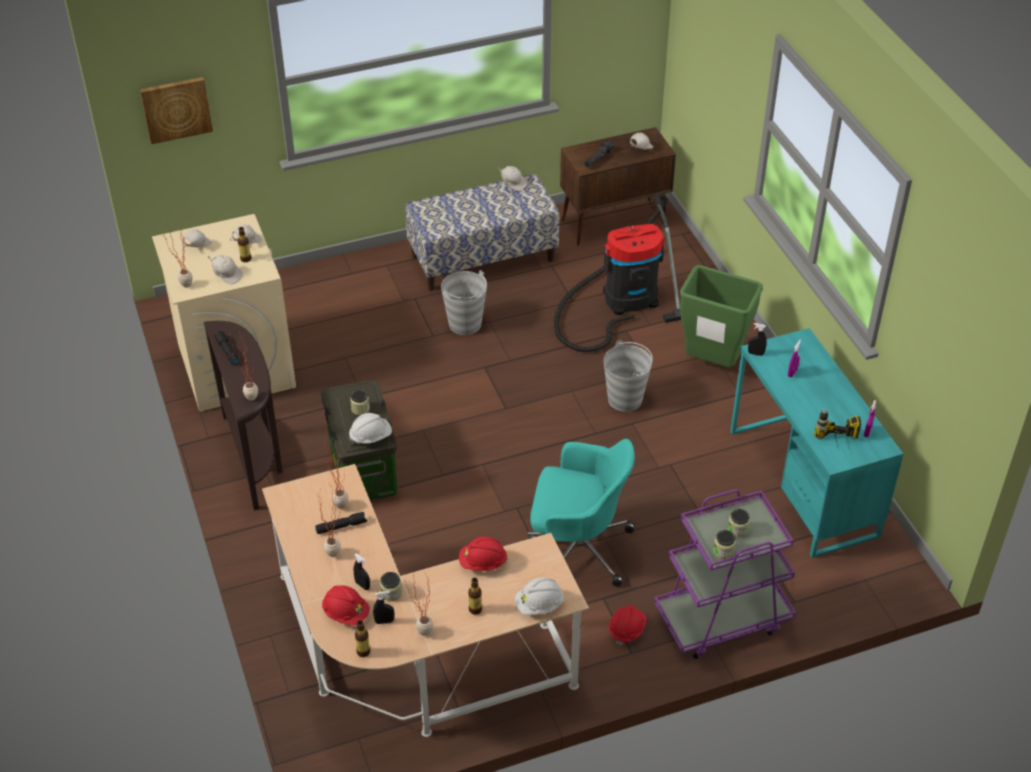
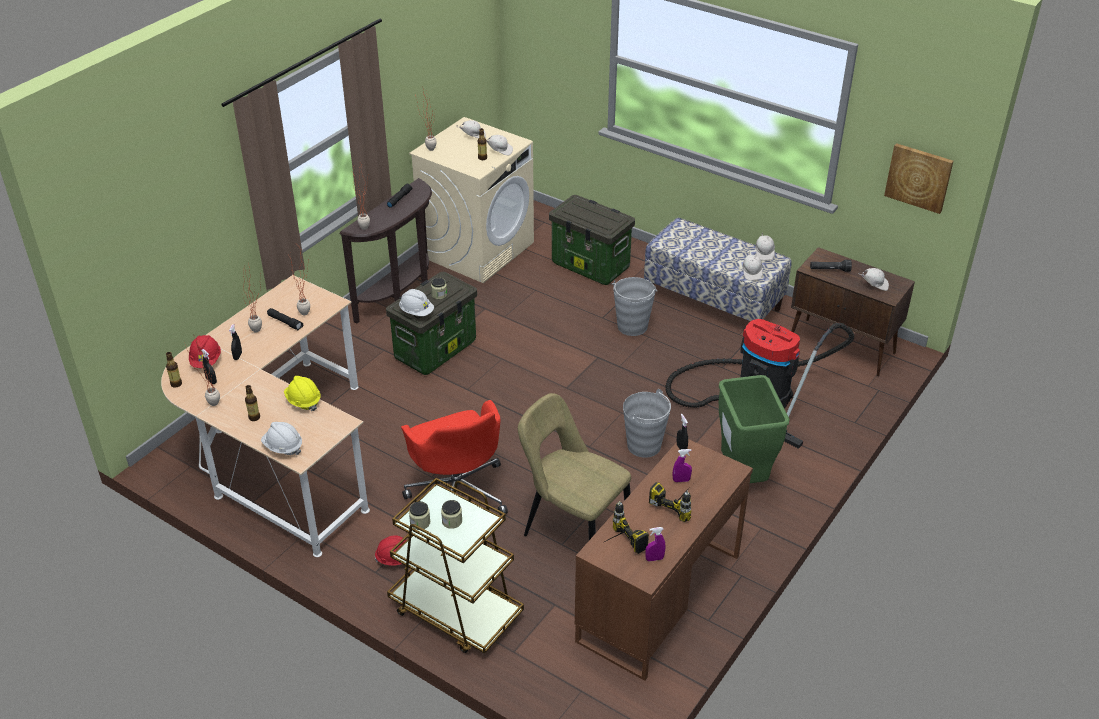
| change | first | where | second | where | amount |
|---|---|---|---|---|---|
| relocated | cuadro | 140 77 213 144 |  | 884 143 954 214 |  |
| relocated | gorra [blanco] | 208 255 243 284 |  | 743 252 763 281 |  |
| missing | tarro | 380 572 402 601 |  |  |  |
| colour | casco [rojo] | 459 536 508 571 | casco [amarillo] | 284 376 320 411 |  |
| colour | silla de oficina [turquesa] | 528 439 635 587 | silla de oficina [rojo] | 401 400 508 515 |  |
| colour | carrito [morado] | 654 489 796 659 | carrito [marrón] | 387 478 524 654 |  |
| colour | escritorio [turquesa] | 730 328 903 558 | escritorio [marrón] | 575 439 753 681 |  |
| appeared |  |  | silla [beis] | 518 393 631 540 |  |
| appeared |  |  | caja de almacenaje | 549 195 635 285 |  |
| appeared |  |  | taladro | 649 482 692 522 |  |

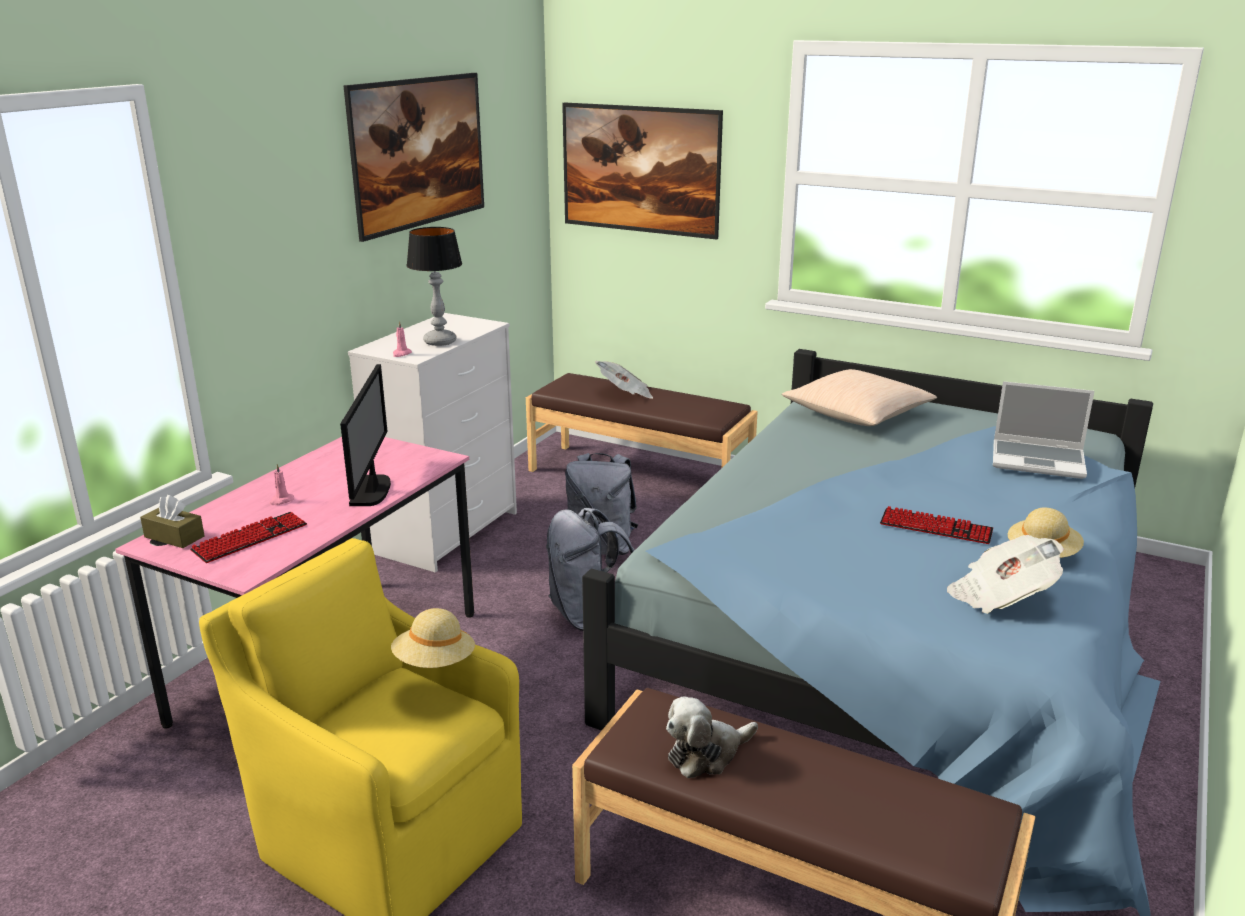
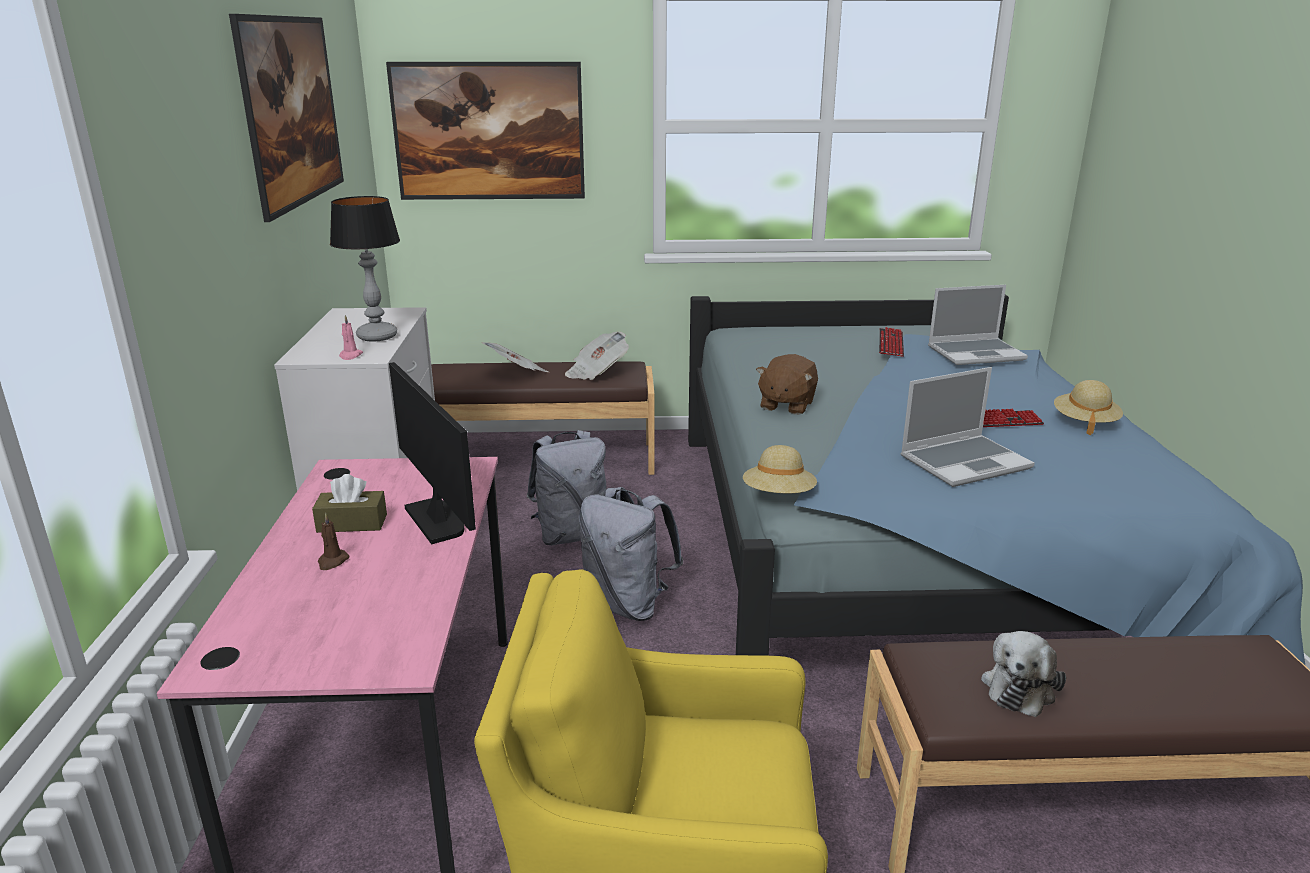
| change | first | where | second | where | amount |
|---|---|---|---|---|---|
| relocated | caja de pañuelos [marrón] | 140 495 205 548 |  | 312 474 387 533 |  |
| relocated | teclado | 190 512 307 563 |  | 879 327 904 357 |  |
| colour | vela [rosa] | 269 464 294 505 | vela [marrón] | 318 513 349 570 |  |
| relocated | sombrero [beis] | 391 608 475 668 |  | 743 445 817 493 |  |
| missing | cojín [beis] | 781 369 937 426 |  |  |  |
| relocated | periódico | 947 535 1064 614 |  | 565 332 629 380 |  |
| appeared |  |  | peluche [marrón] | 756 354 818 415 |  |
| appeared |  |  | portátil | 901 367 1035 487 |  |

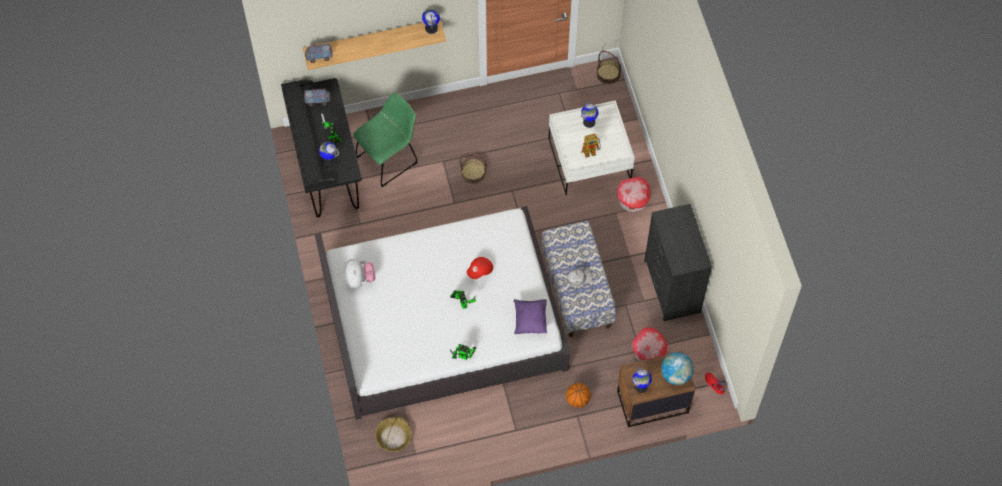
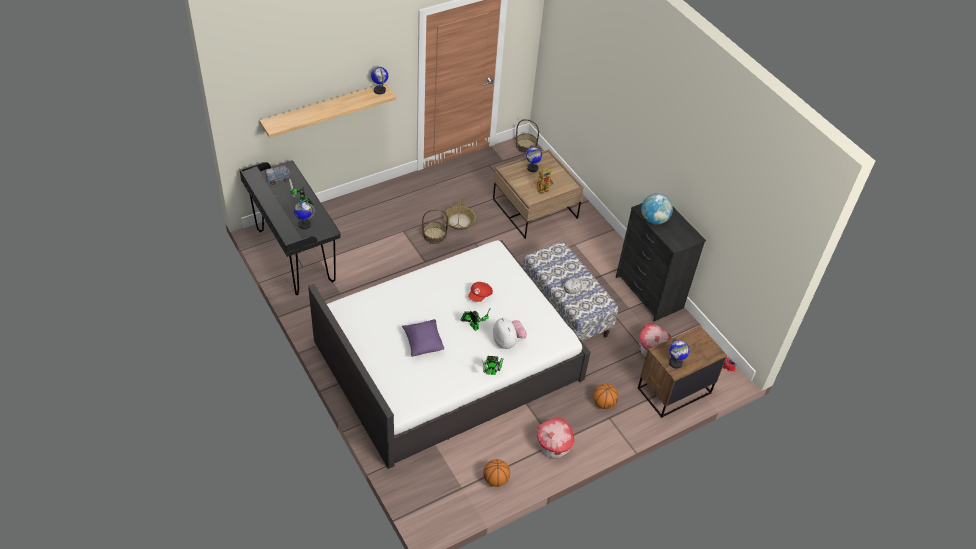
| change | first | where | second | where | amount |
|---|---|---|---|---|---|
| missing | camión de juguete | 305 44 333 63 |  |  |  |
| relocated | peluche | 344 259 375 289 |  | 493 318 527 349 |  |
| missing | silla [verde] | 353 93 418 187 |  |  |  |
| relocated | cesta | 375 416 412 452 |  | 444 198 476 230 |  |
| relocated | cojín [morado] | 514 299 547 334 |  | 402 319 444 357 |  |
| colour | mesa de centro [blanco] | 548 100 635 195 | mesa de centro [marrón] | 493 149 584 239 |  |
| relocated | casita | 617 177 651 212 |  | 537 417 575 458 |  |
| relocated | globo terráqueo | 661 352 694 385 |  | 641 193 673 225 |  |
| appeared |  |  | balón de baloncesto | 483 459 510 487 |  |

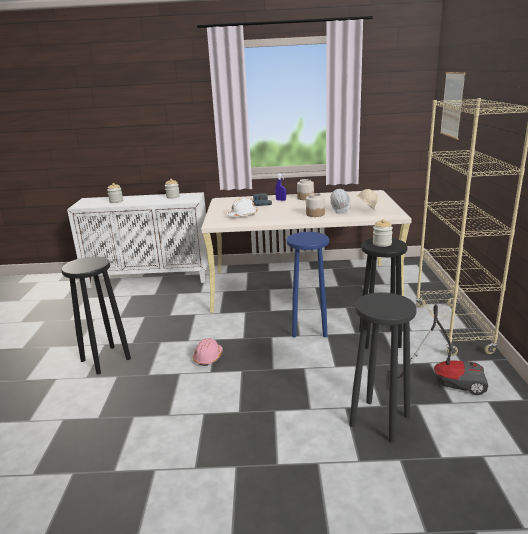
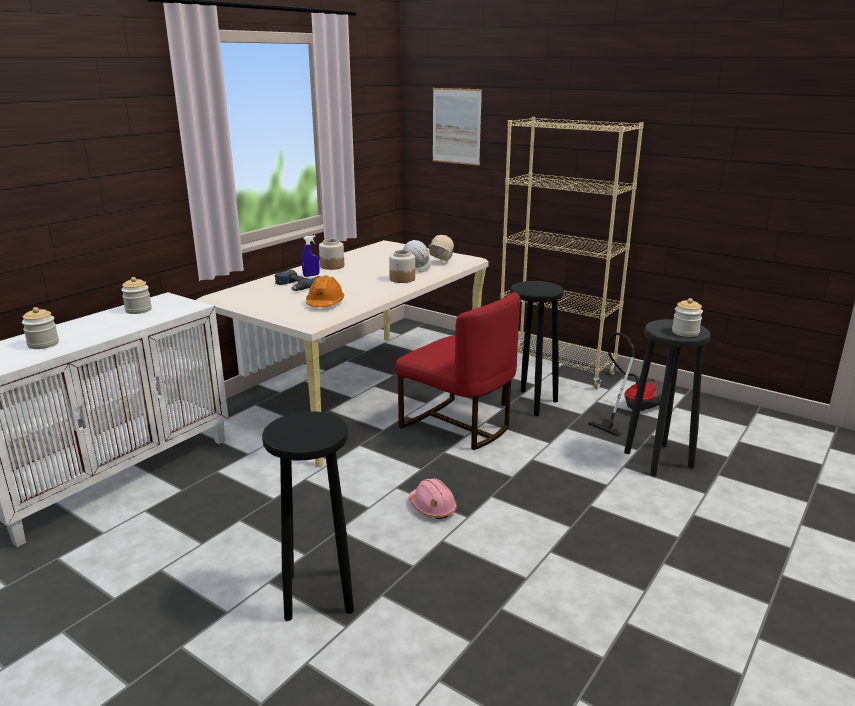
| change | first | where | second | where | amount |
|---|---|---|---|---|---|
| colour | casco [blanco] | 227 198 258 217 | casco [naranja] | 306 275 344 307 |  |
| exchanged | taburete [azul] | 286 232 329 338 | silla [rojo] | 395 292 520 450 |  |
| relocated | tarro | 373 219 393 247 |  | 672 298 703 337 |  |

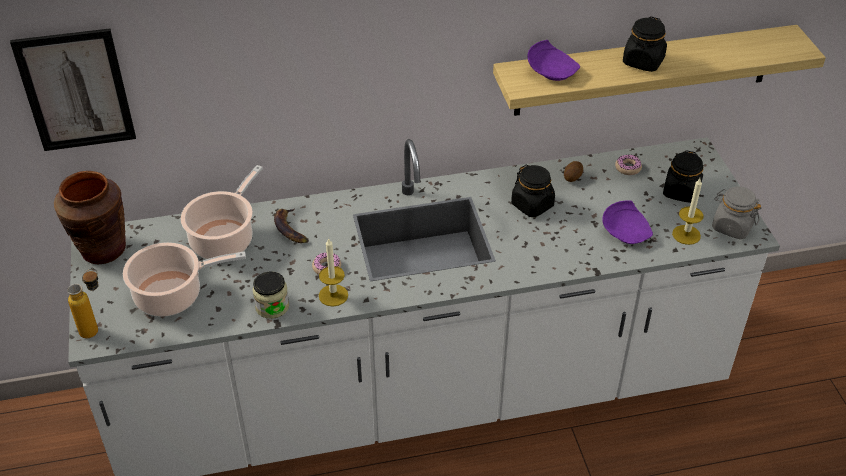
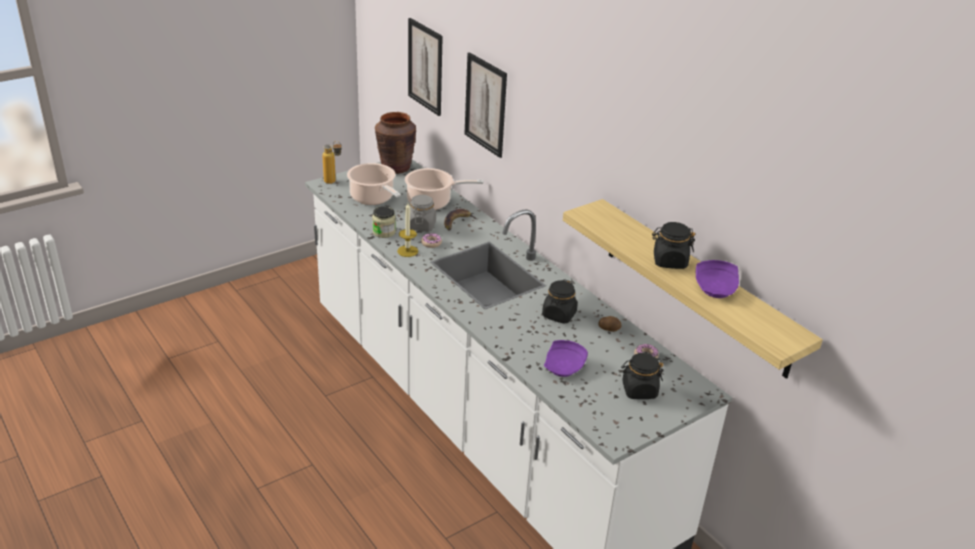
| change | first | where | second | where | amount |
|---|---|---|---|---|---|
| relocated | plato [morado] | 527 40 580 81 |  | 696 260 739 298 |  |
| missing | vela | 672 178 704 245 |  |  |  |
| relocated | tarro [gris] | 712 186 761 239 |  | 410 195 436 231 |  |
| appeared |  |  | cuadro | 465 52 507 158 |  |

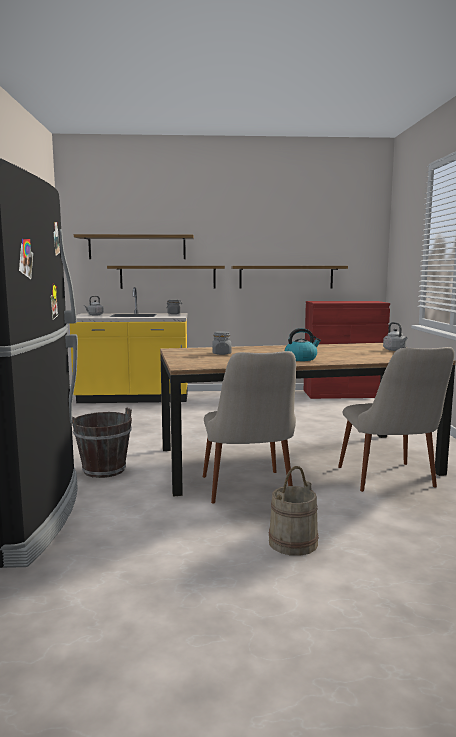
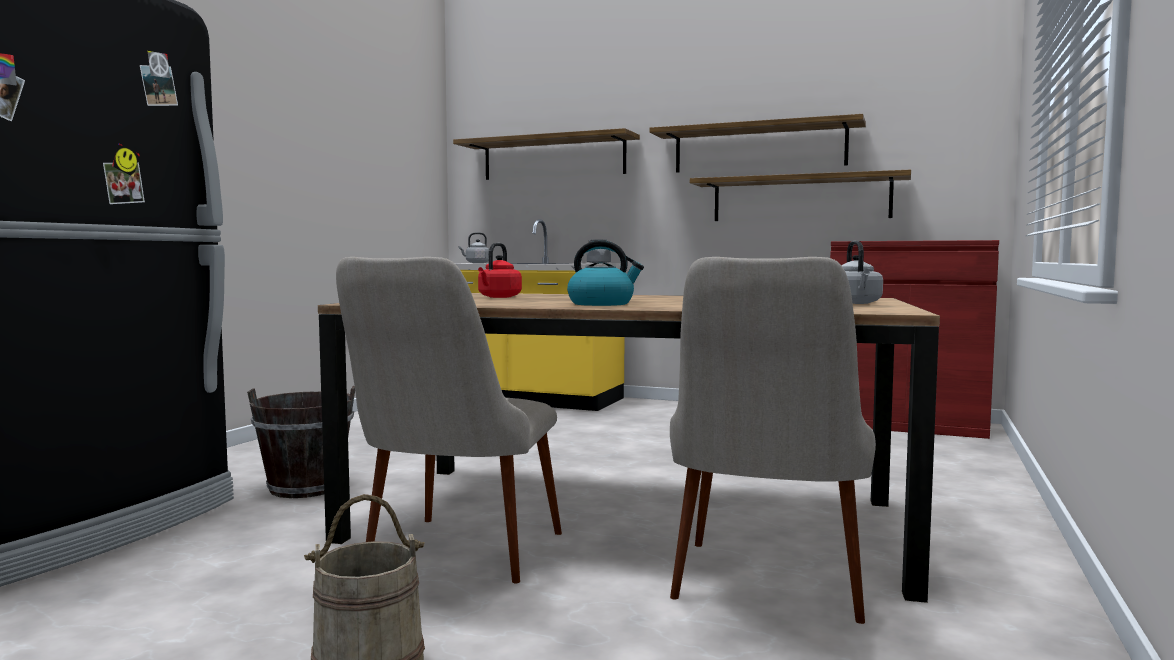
| change | first | where | second | where | amount |
|---|---|---|---|---|---|
| relocated | estante | 107 266 225 289 |  | 649 114 866 172 |  |
| exchanged | tarro [gris] | 212 331 231 355 | hervidor [rojo] | 478 243 522 298 |  |

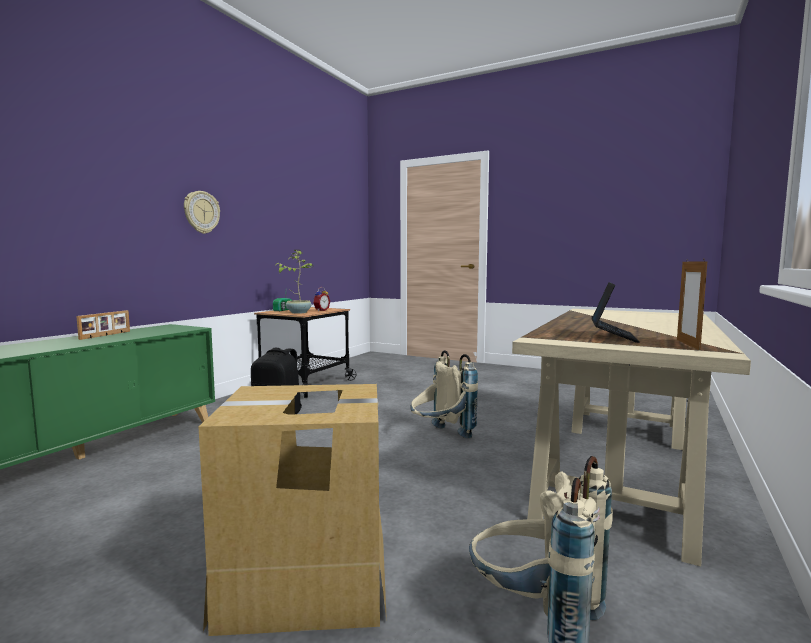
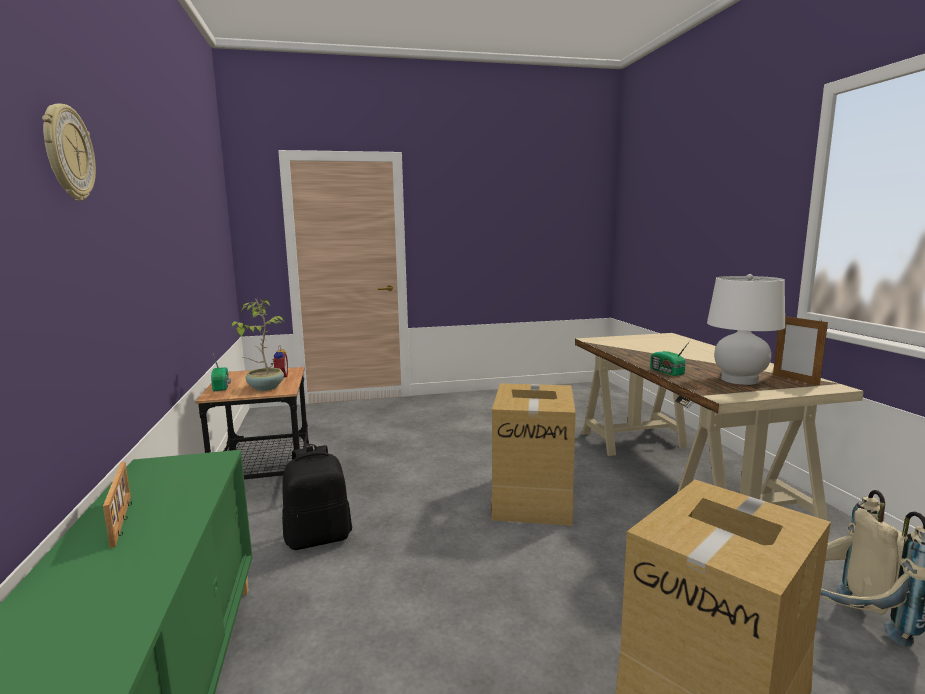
| change | first | where | second | where | amount |
|---|---|---|---|---|---|
| relocated | reloj de pared | 184 191 220 234 |  | 42 104 96 201 |  |
| exchanged | mochila [beis] | 411 350 478 438 | caja de cartón | 490 383 576 526 |  |
| exchanged | portátil | 591 282 640 343 | lámpara de mesa [blanco] | 707 274 785 385 |  |
| appeared |  |  | radio | 650 341 690 376 |  |

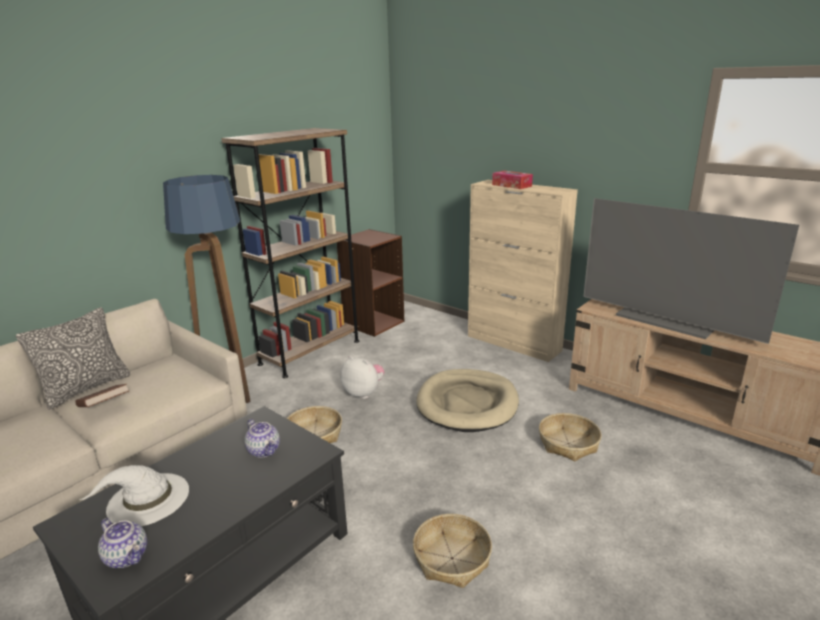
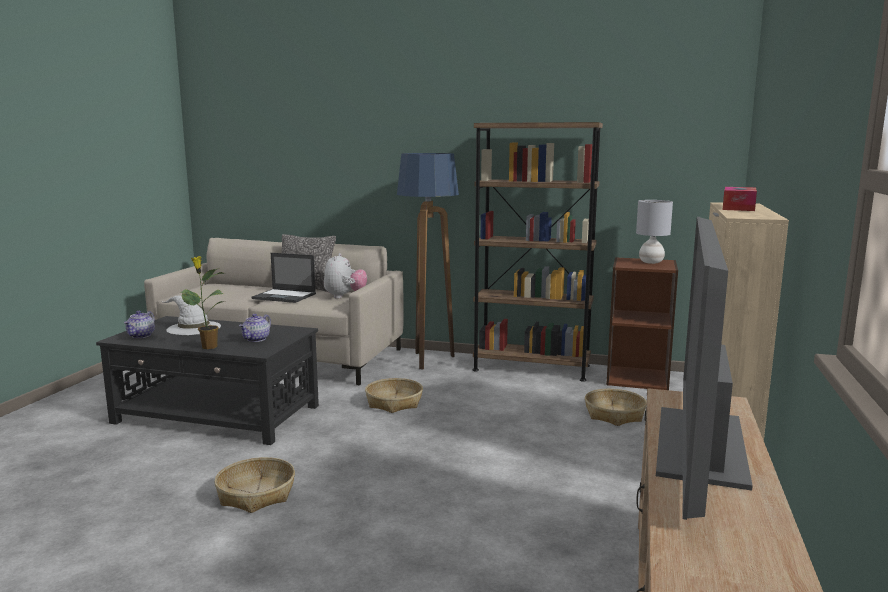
| change | first | where | second | where | amount |
|---|---|---|---|---|---|
| exchanged | libro [marrón] | 75 384 129 407 | portátil | 251 253 316 303 |  |
| relocated | peluche | 340 356 384 399 |  | 324 253 367 299 |  |
| missing | cama para perro [beis] | 416 369 519 432 |  |  |  |
| relocated | cesta | 539 413 602 461 |  | 585 389 647 426 |  |
| appeared |  |  | planta en maceta | 180 256 226 349 |  |
| appeared |  |  | lámpara de mesa [gris] | 636 200 673 264 |  |

